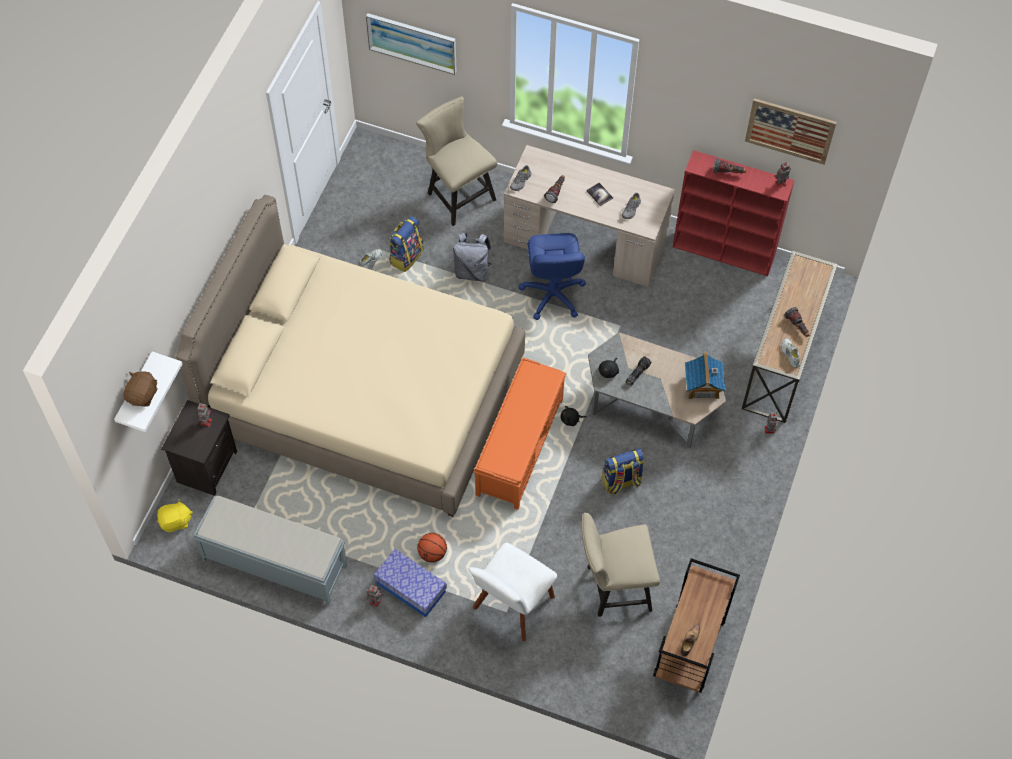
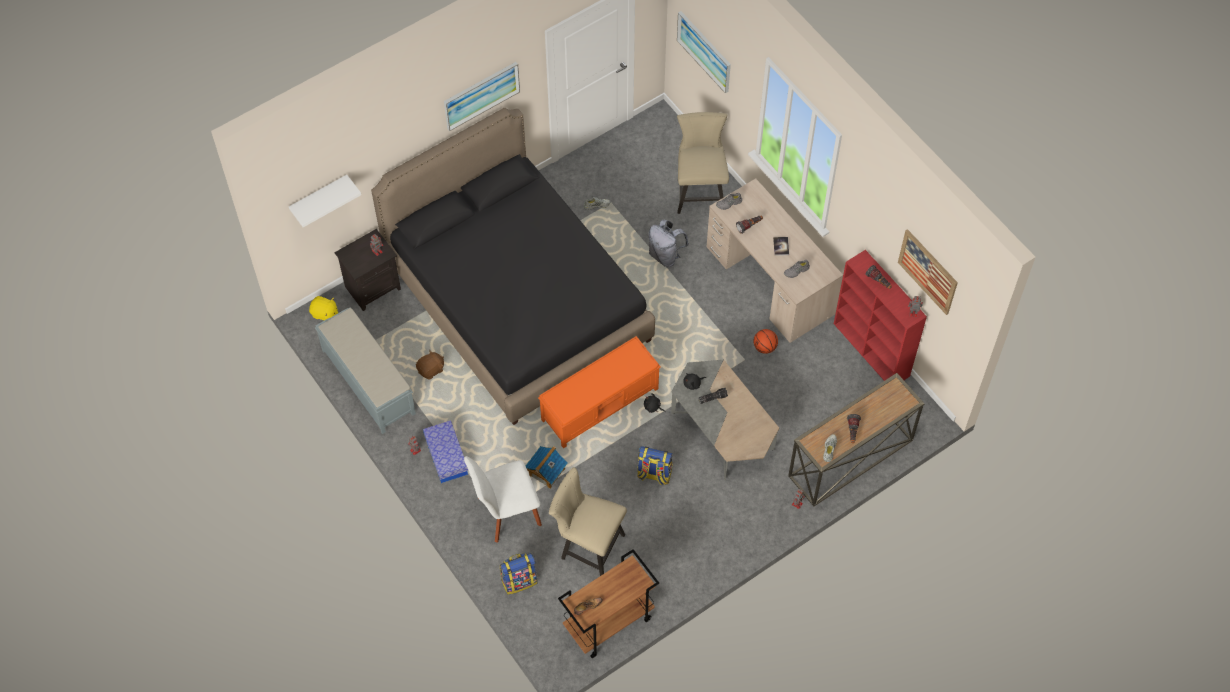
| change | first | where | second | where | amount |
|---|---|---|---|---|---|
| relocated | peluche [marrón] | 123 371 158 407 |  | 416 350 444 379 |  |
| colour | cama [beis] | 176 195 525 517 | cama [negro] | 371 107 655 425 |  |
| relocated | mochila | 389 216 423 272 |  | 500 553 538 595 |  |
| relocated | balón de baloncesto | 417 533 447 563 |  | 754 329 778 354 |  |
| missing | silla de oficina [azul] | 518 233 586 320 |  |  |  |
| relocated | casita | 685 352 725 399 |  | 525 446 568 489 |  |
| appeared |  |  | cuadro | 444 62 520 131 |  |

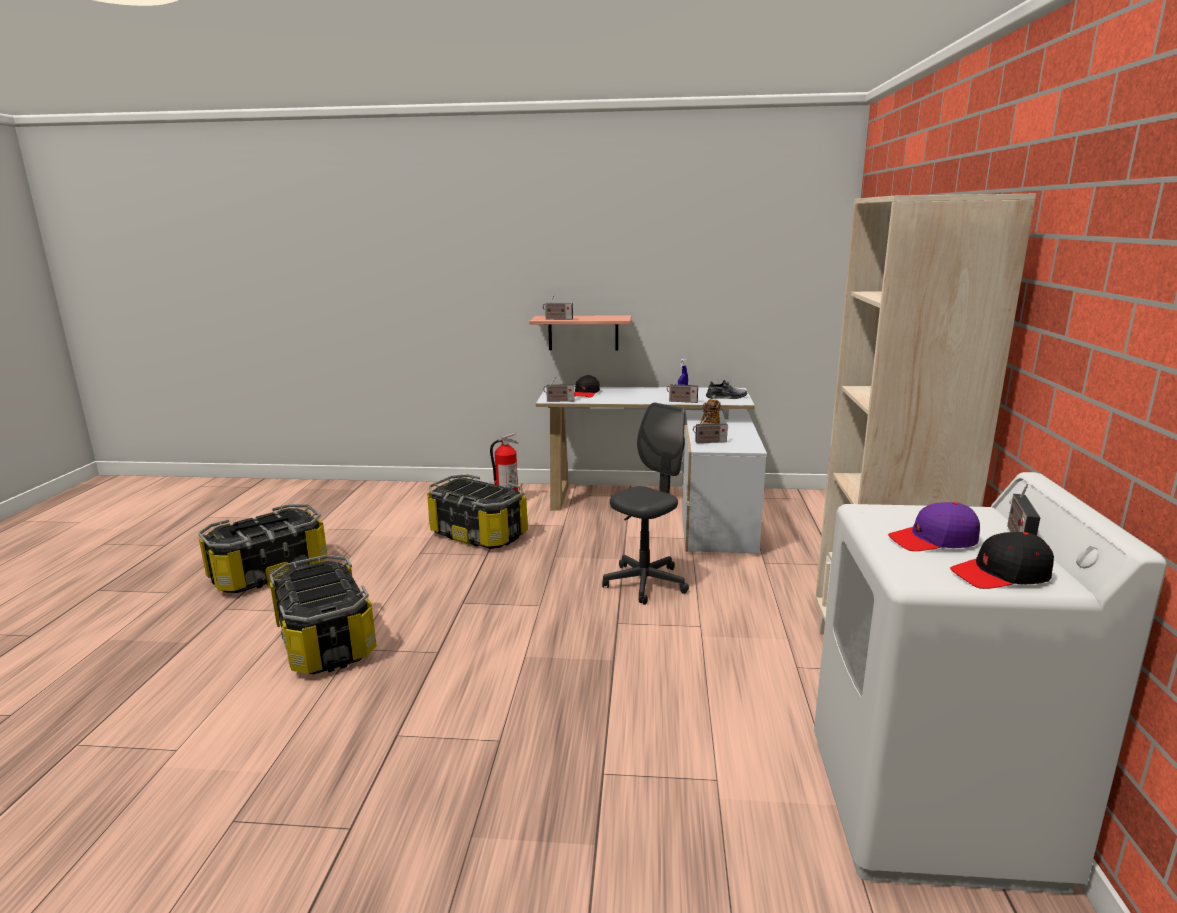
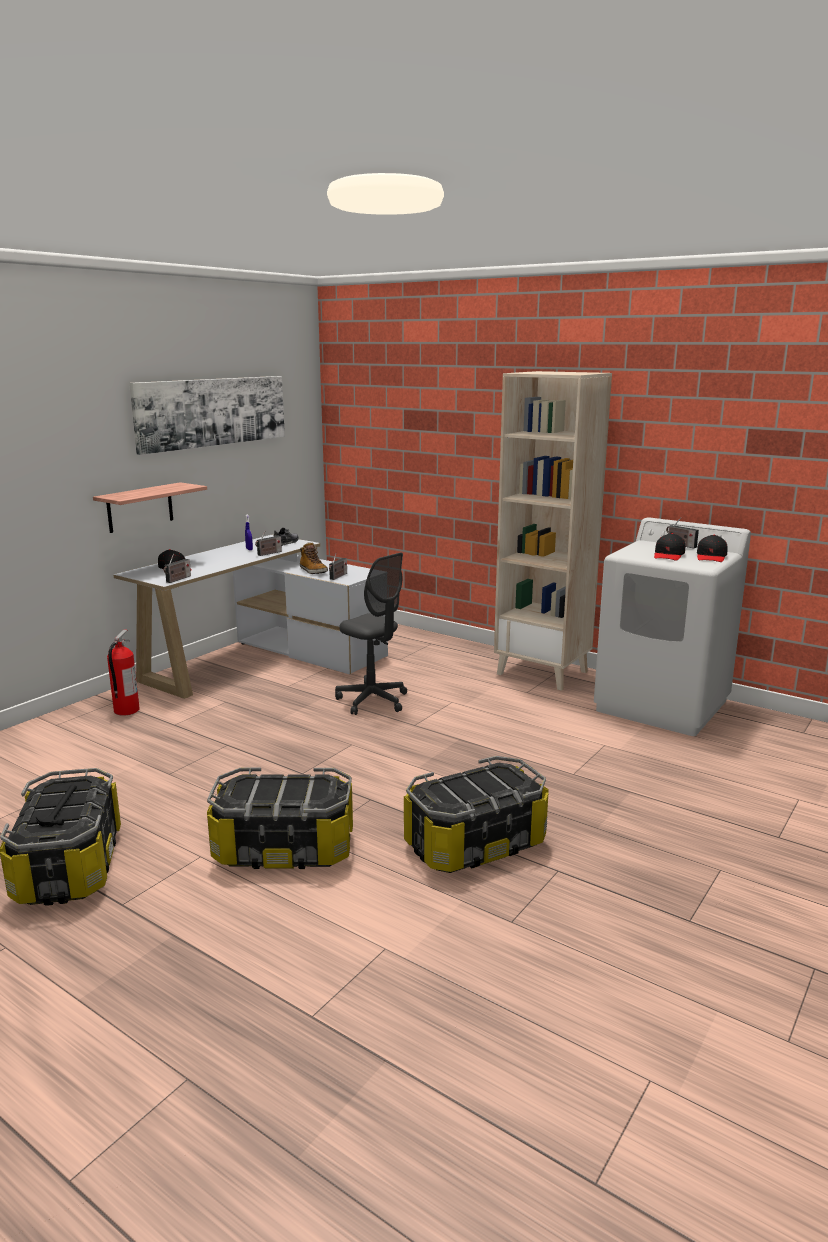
| change | first | where | second | where | amount |
|---|---|---|---|---|---|
| relocated | caja de almacenaje | 427 474 528 549 |  | 404 756 549 873 |  |
| missing | radio | 543 294 573 320 |  |  |  |
| spun | silla de oficina [gris] | 602 402 689 605 |  | 335 553 407 715 | 150 degrees clockwise |
| colour | gorra [morado] | 888 502 980 551 | gorra [negro] | 654 533 685 561 |  |
| appeared |  |  | cuadro | 129 376 285 455 |  |

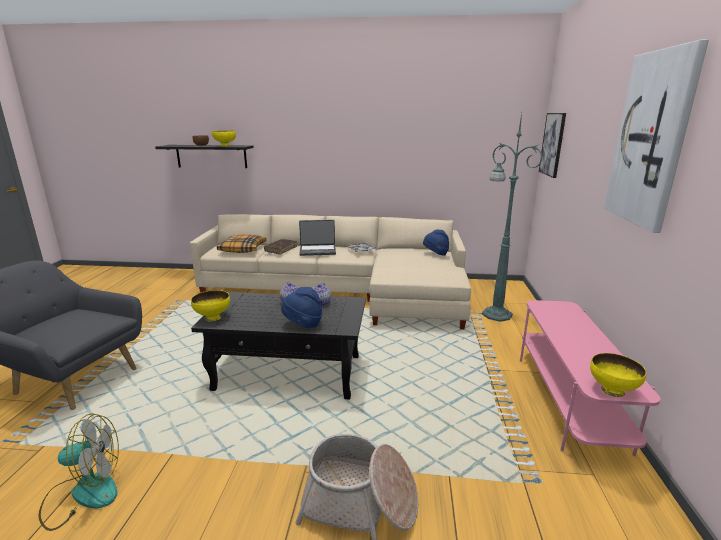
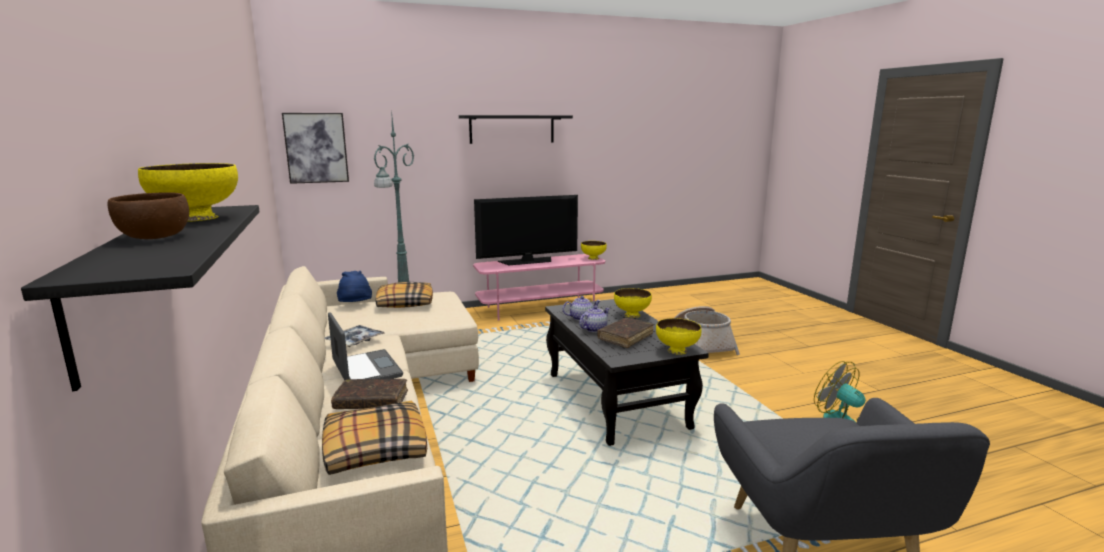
| change | first | where | second | where | amount |
|---|---|---|---|---|---|
| exchanged | sombrero [azul] | 281 287 322 328 | cuenco [amarillo] | 614 288 652 318 |  |
| exchanged | cuadro | 604 39 709 233 | estante [negro] | 459 115 573 144 |  |
| appeared |  |  | cojín | 375 282 433 308 |  |
| appeared |  |  | televisor | 474 195 578 265 |  |
| appeared |  |  | libro [marrón] | 598 318 654 348 |  |

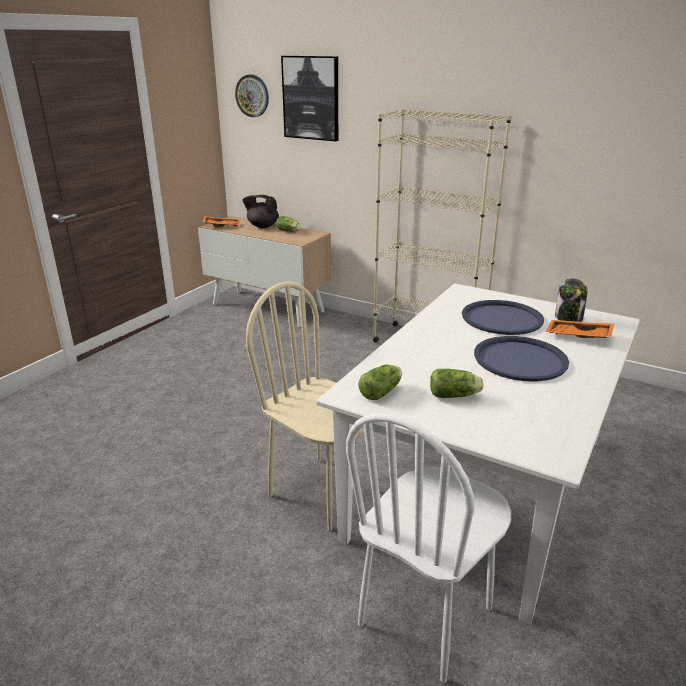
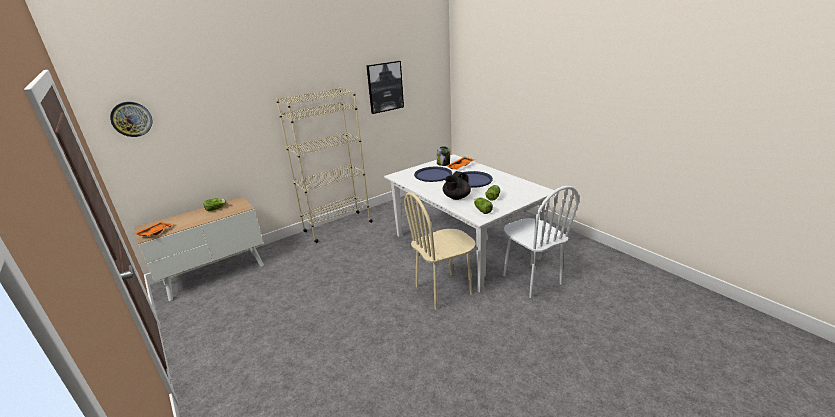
| change | first | where | second | where | amount |
|---|---|---|---|---|---|
| relocated | tetera [negro] | 242 195 279 228 |  | 443 171 471 200 |  |
| relocated | cuadro | 281 56 338 141 |  | 367 61 404 114 |  |

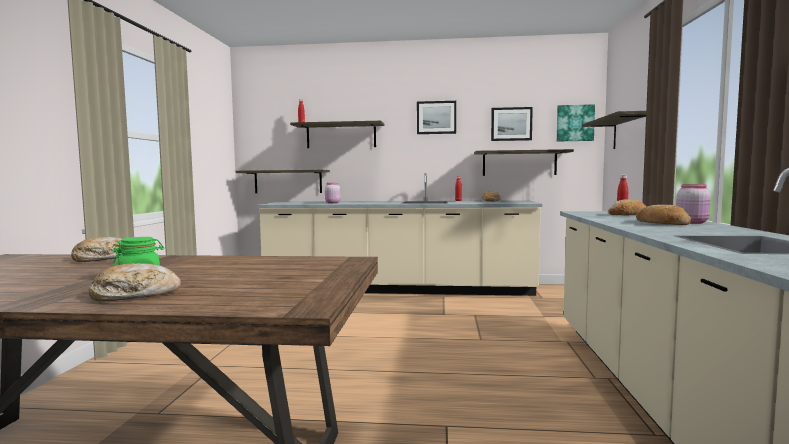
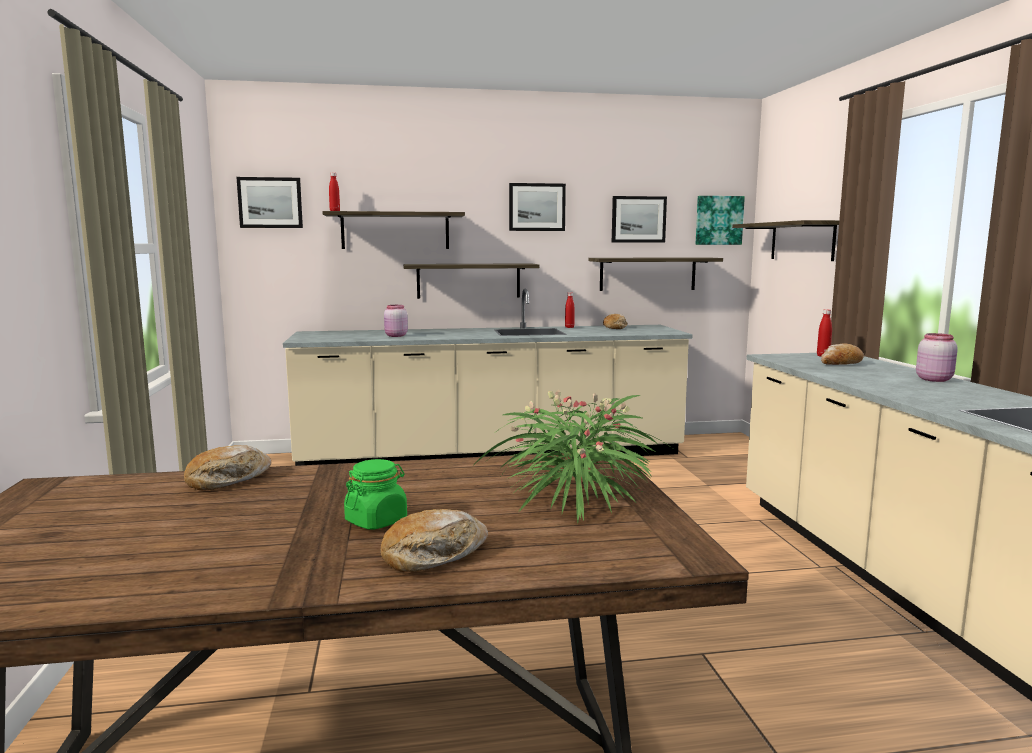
| change | first | where | second | where | amount |
|---|---|---|---|---|---|
| relocated | estante | 236 170 330 193 |  | 403 263 539 299 |  |
| missing | pan | 636 205 691 225 |  |  |  |
| appeared |  |  | cuadro | 236 177 303 228 |  |
| appeared |  |  | planta en maceta | 475 390 676 524 |  |

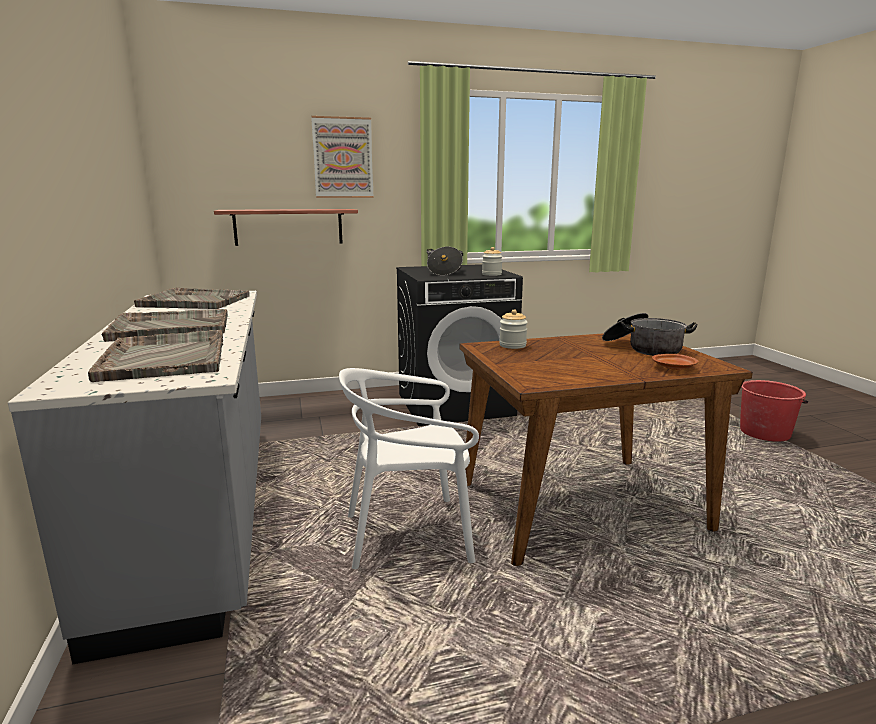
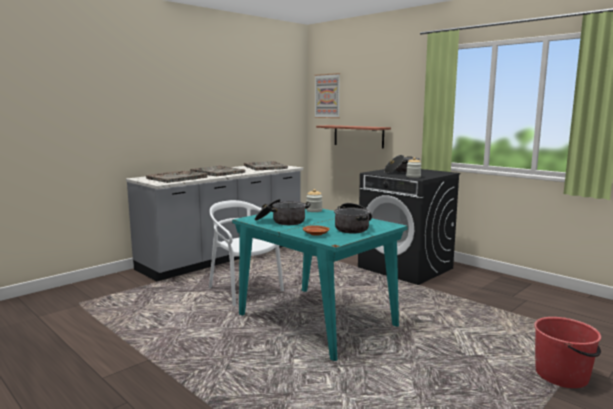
| change | first | where | second | where | amount |
|---|---|---|---|---|---|
| relocated | cuadro | 311 116 374 198 |  | 314 73 340 118 |  |
| colour | mesa de comedor [marrón] | 460 333 753 566 | mesa de comedor [turquesa] | 232 209 408 361 |  |
| appeared |  |  | olla | 255 199 311 225 |  |

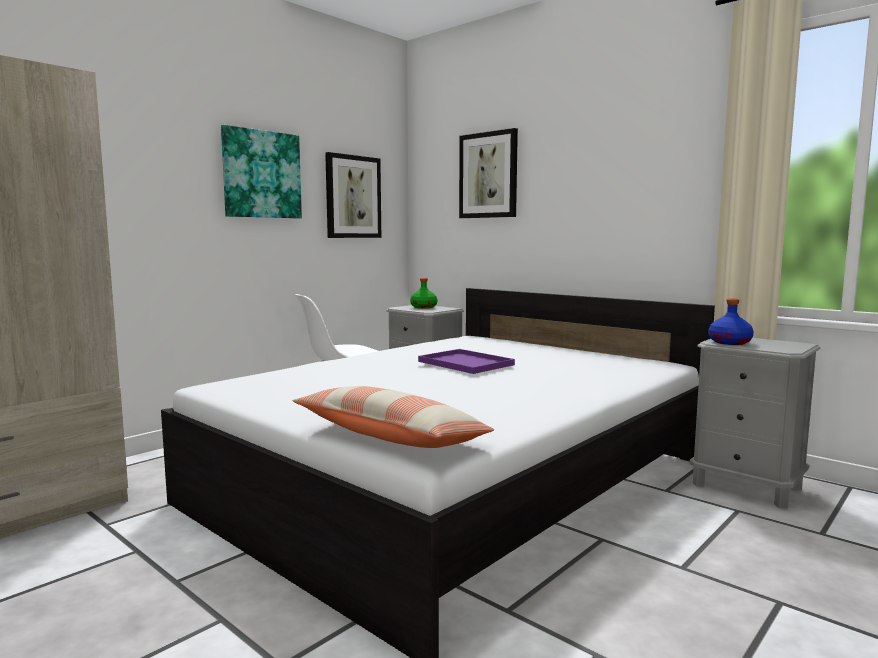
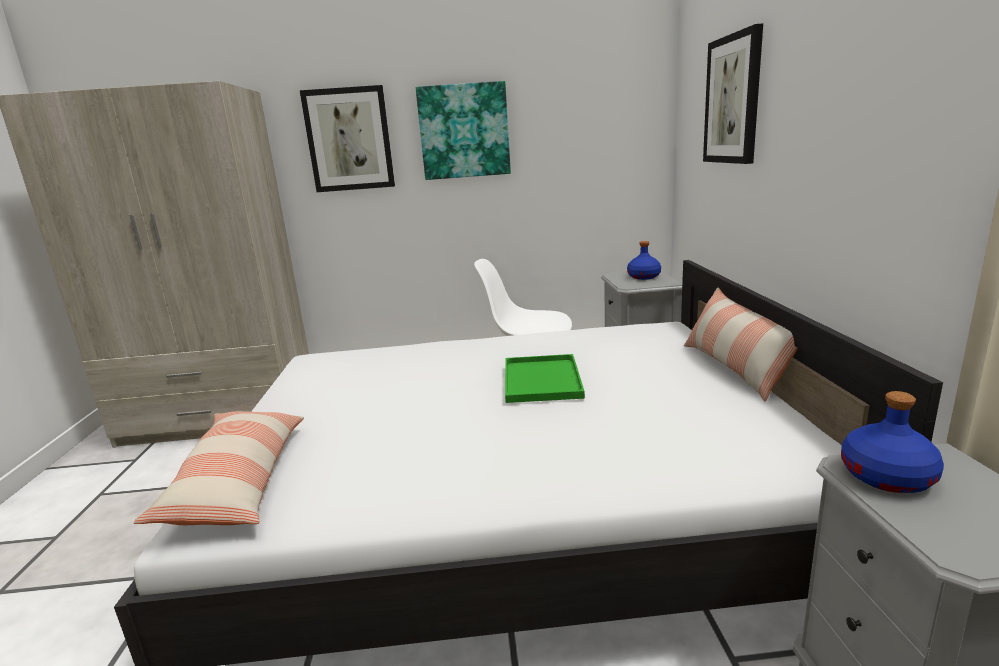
| change | first | where | second | where | amount |
|---|---|---|---|---|---|
| relocated | cuadro | 325 152 381 238 |  | 300 85 395 192 |  |
| colour | botella [verde] | 410 278 437 309 | botella [azul] | 627 241 661 280 |  |
| colour | bandeja [morado] | 418 349 515 374 | bandeja [verde] | 505 354 585 403 |  |
| appeared |  |  | cojín | 684 288 798 401 |  |

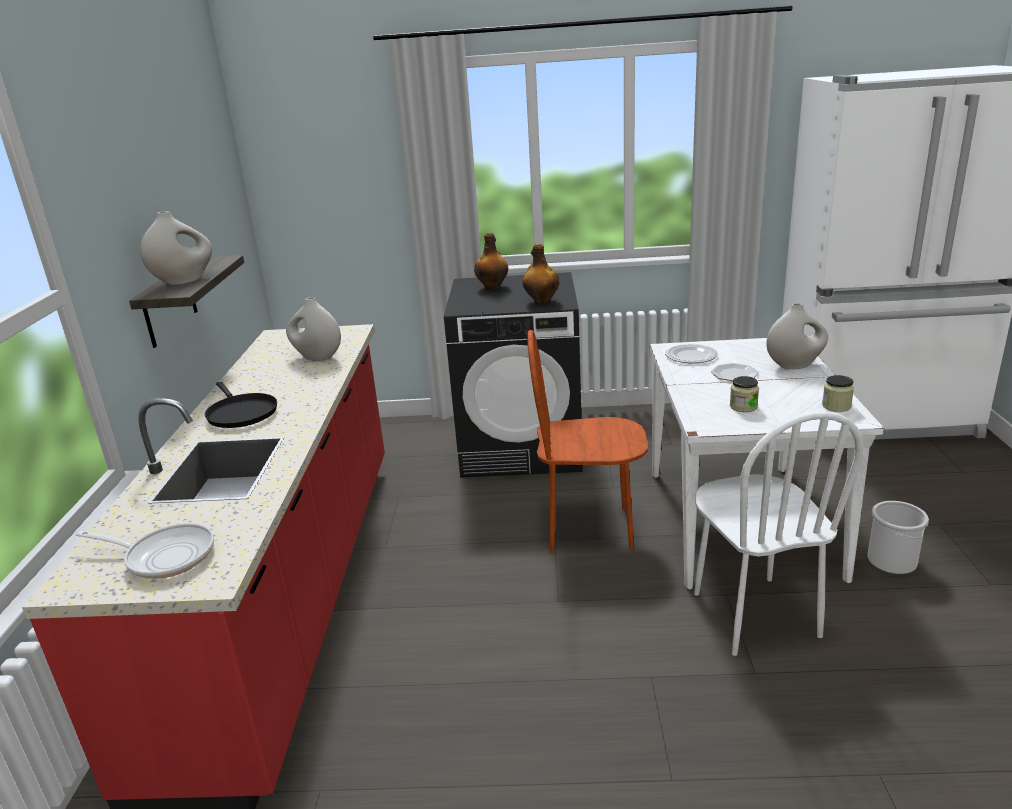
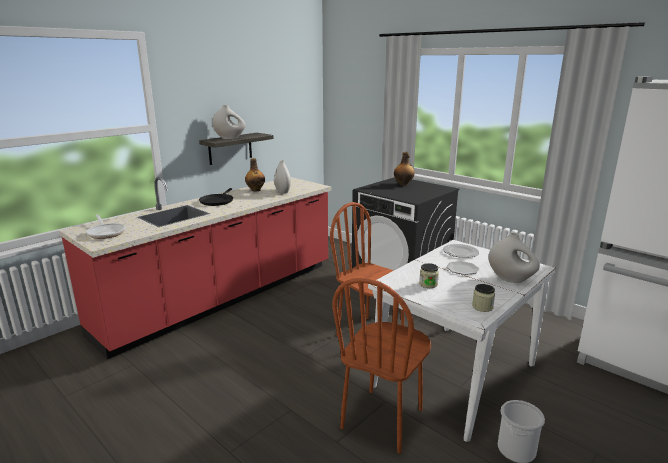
| change | first | where | second | where | amount |
|---|---|---|---|---|---|
| relocated | botella | 523 244 559 304 |  | 245 158 265 192 |  |
| colour | silla [blanco] | 694 411 864 656 | silla [marrón] | 332 277 431 453 |  |

